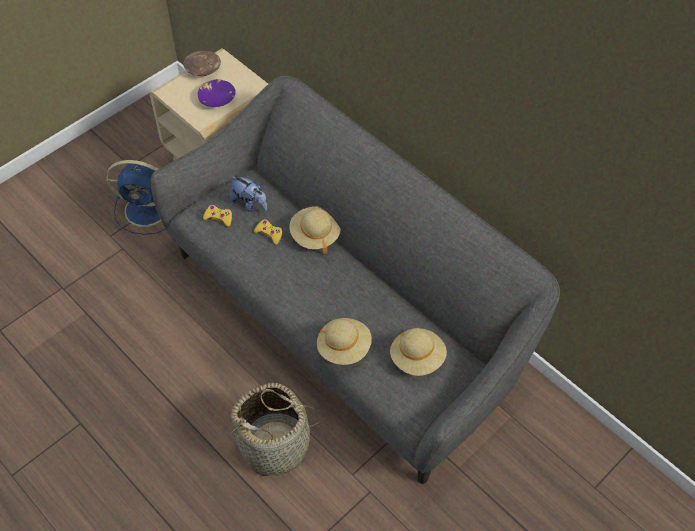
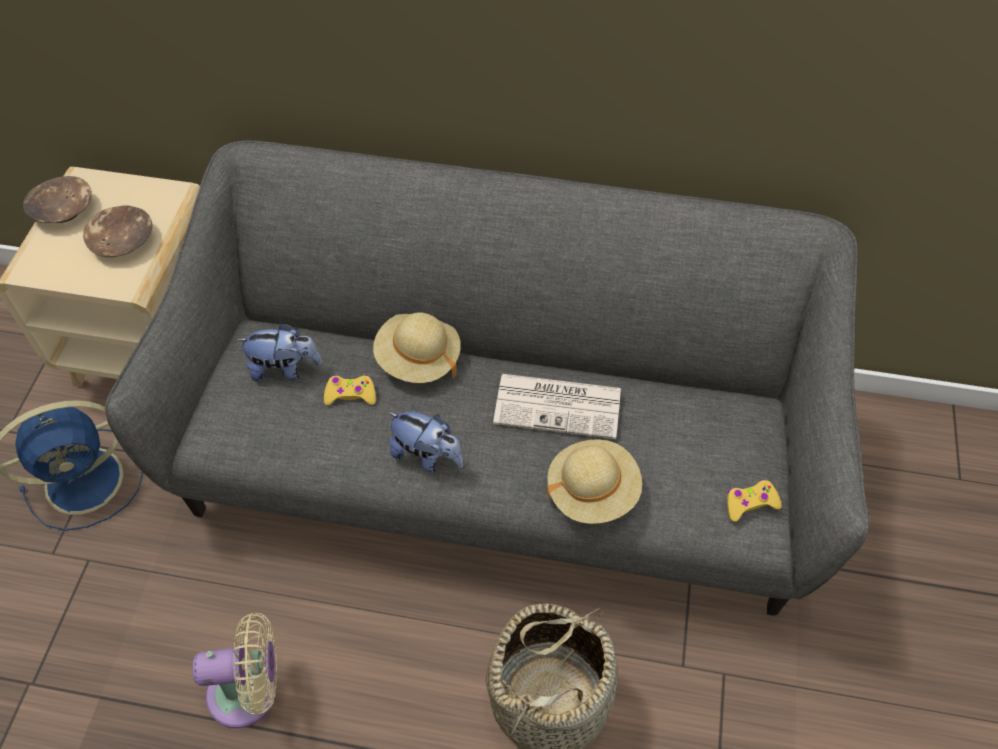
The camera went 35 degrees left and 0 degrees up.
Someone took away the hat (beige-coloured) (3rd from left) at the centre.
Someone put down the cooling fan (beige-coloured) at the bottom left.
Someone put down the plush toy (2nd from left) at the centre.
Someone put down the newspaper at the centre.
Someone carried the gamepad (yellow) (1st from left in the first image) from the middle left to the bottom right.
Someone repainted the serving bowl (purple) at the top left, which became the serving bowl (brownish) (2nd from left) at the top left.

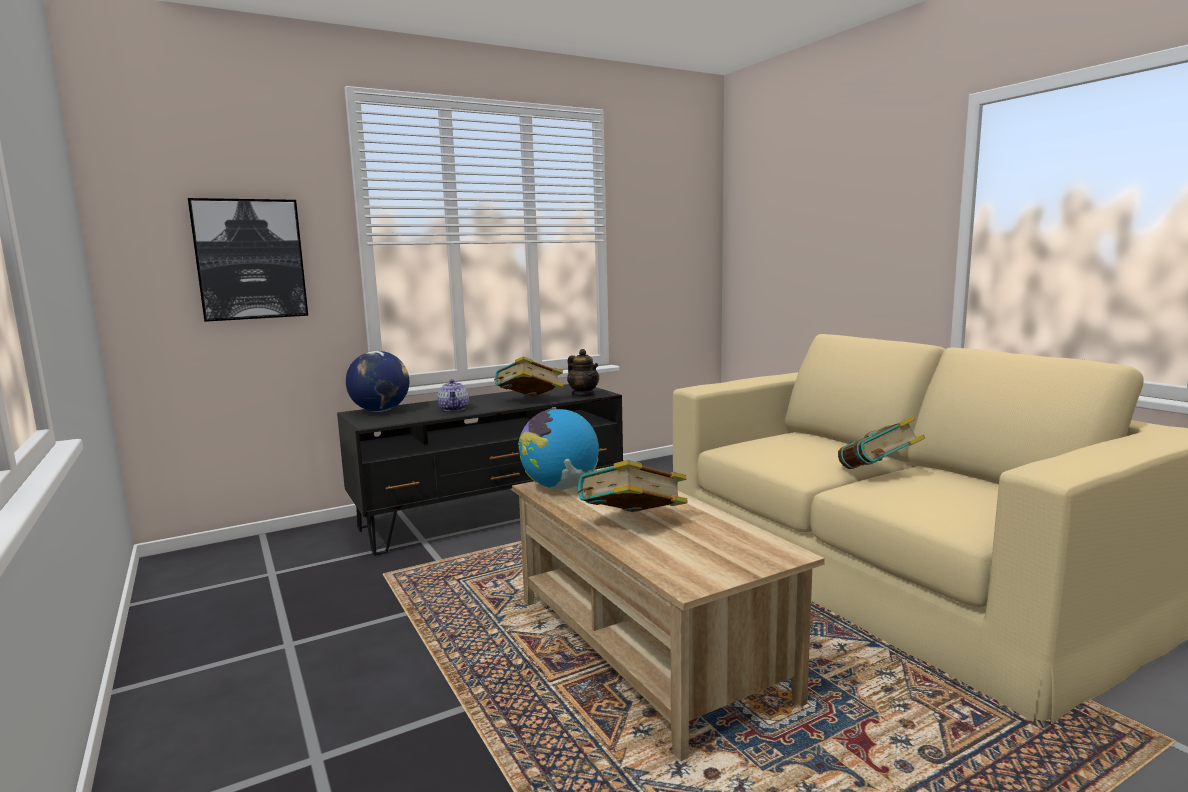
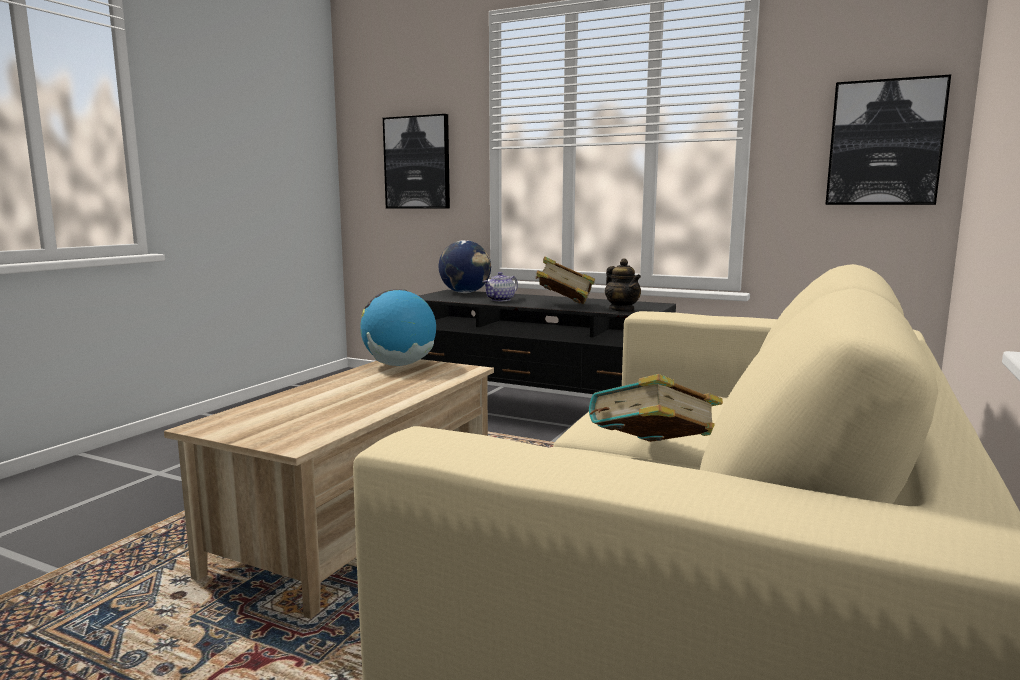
The camera went 55 degrees right and 0 degrees up.
Someone took away the volume (2nd from left) at the centre.
Someone put up the picture (2nd from left) at the top right.
Someone rotated the pot for tea (2nd from left) at the centre by 45 degrees counterclockwise.

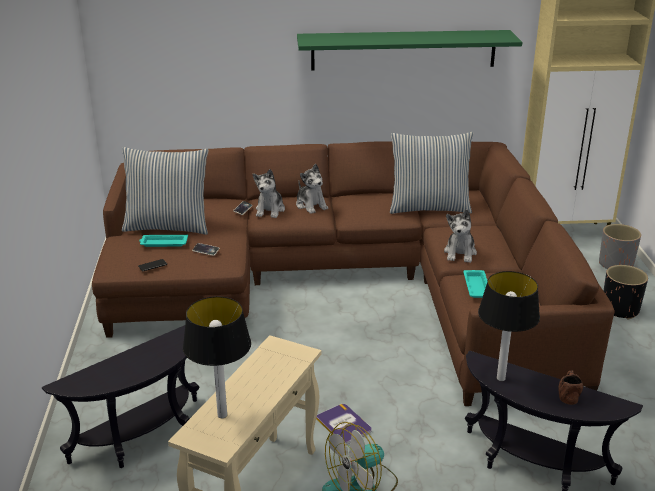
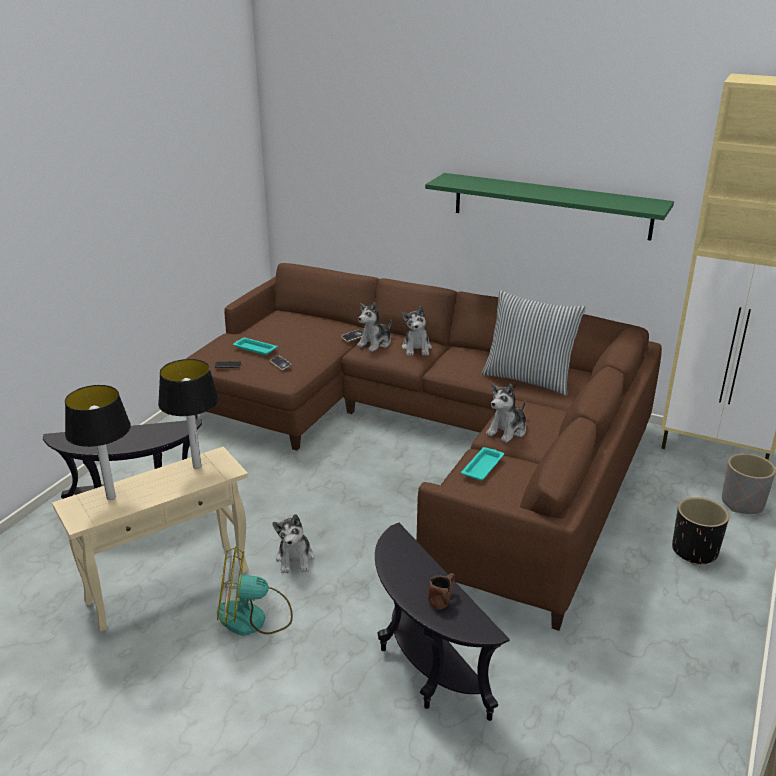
The camera went 30 degrees right and 0 degrees up.
Someone took away the pillow (1st from left) at the middle left.
Someone carried the table lamp (2nd from left) from the middle right to the middle left.
Someone swapped the volume at the bottom centre for the plush toy (1st from left) at the bottom centre.

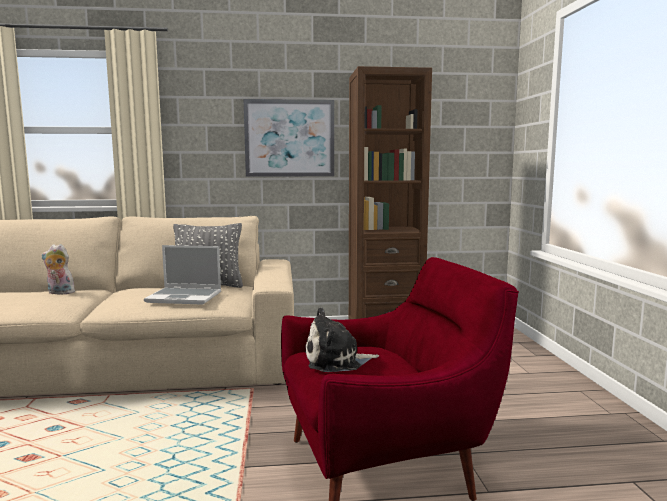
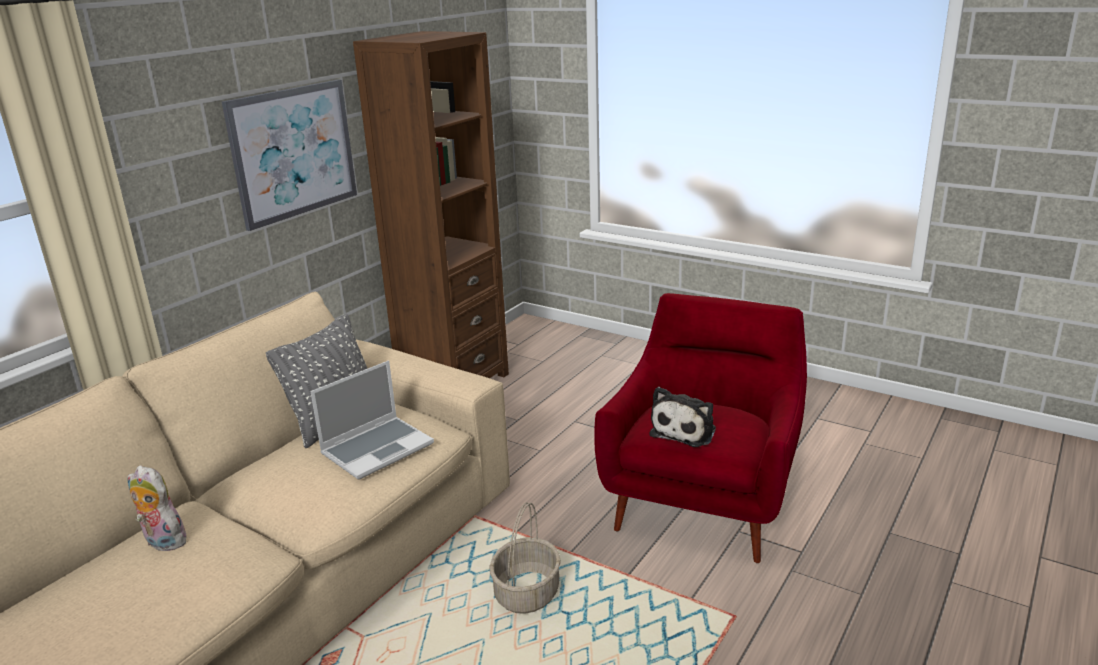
The camera went 50 degrees left and 15 degrees up.
Someone put down the household basket at the bottom centre.
Someone rotated the plush toy (1st from left) at the middle left by 75 degrees clockwise.

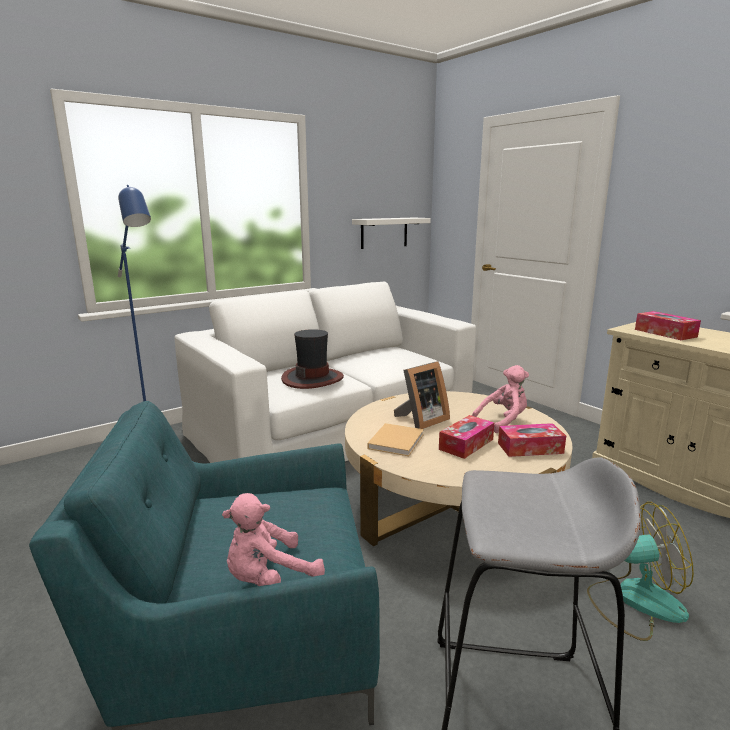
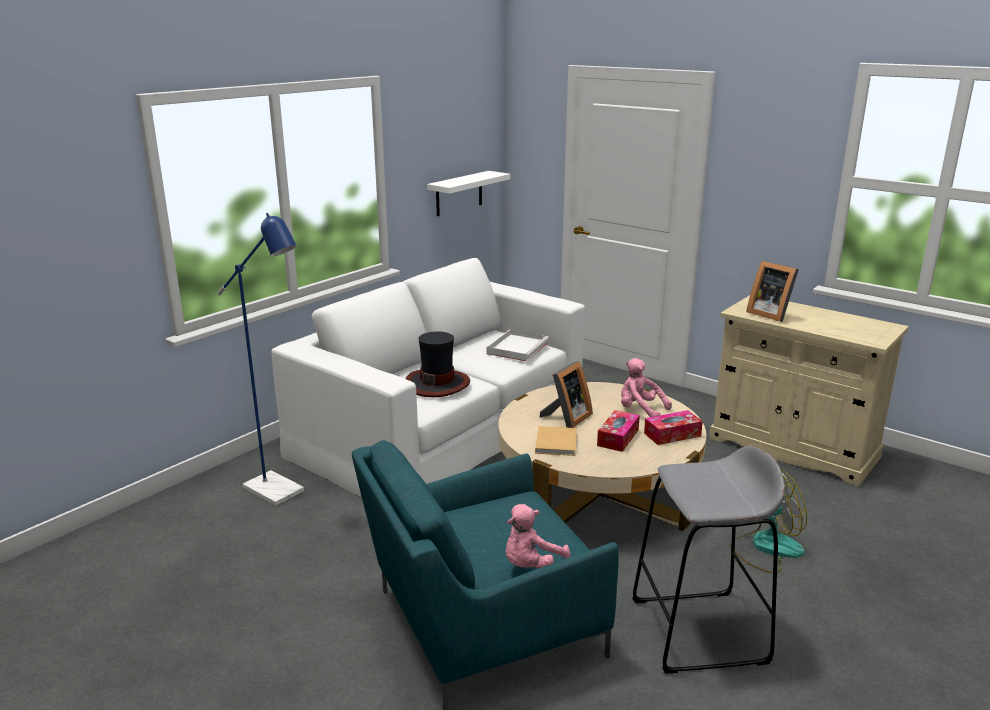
The camera went 15 degrees left and 5 degrees up.
Someone put down the carrying tray (white-coloured) at the centre.
Someone swapped the box of tissues (3rd from left) at the middle right for the standing frame (2nd from left) at the middle right.
Someone rotated the plush toy (pink-coloured) (2nd from left) at the middle right by 105 degrees counterclockwise.

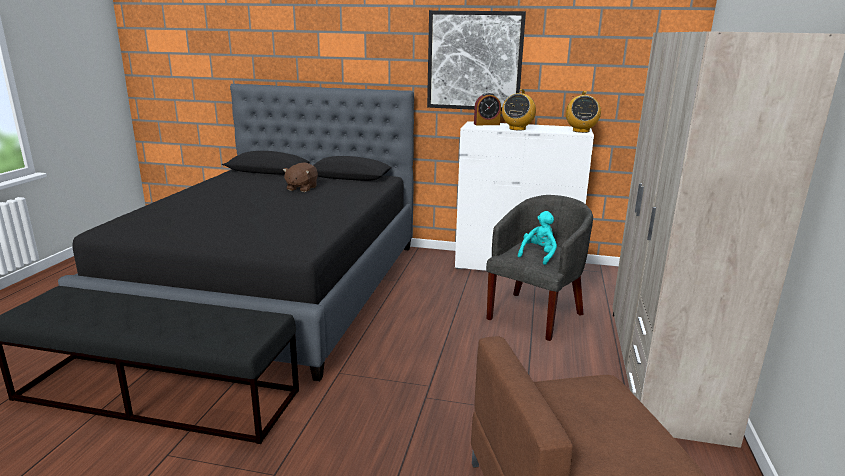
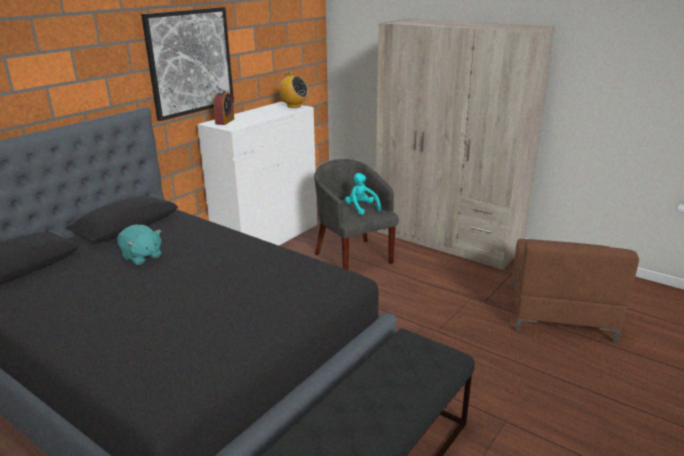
The camera went 65 degrees left and 5 degrees up.
Someone took away the radio receiver (1st from left) at the top centre.
Someone repainted the plush toy (brownish) at the centre, which became the plush toy (turquoise) (1st from left) at the middle left.

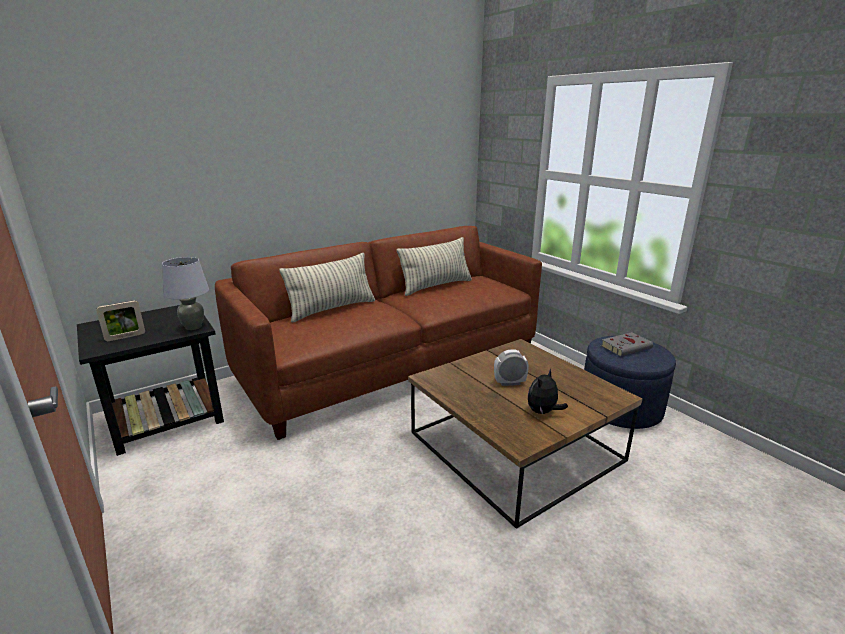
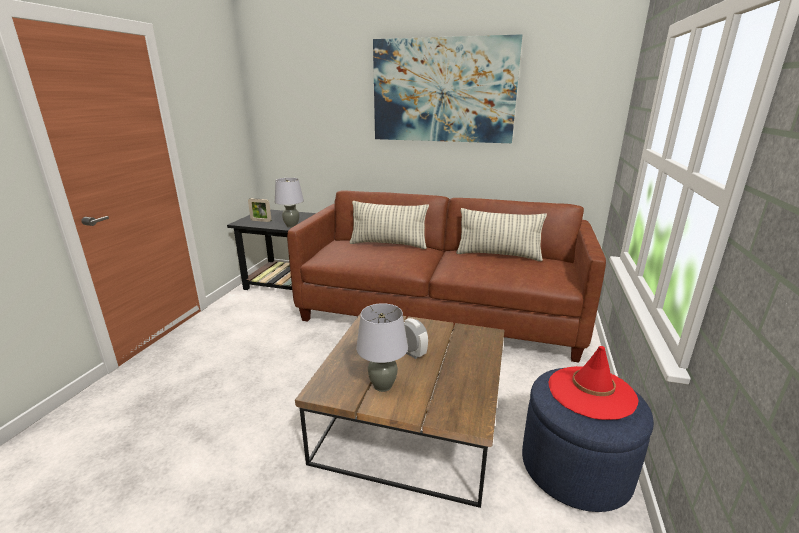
The camera went 50 degrees right and 0 degrees up.
Someone put up the picture at the top centre.
Someone swapped the plush toy at the centre for the table lamp (grey) (2nd from left) at the centre.
Someone swapped the volume (grey) at the middle right for the hat (red) at the bottom right.

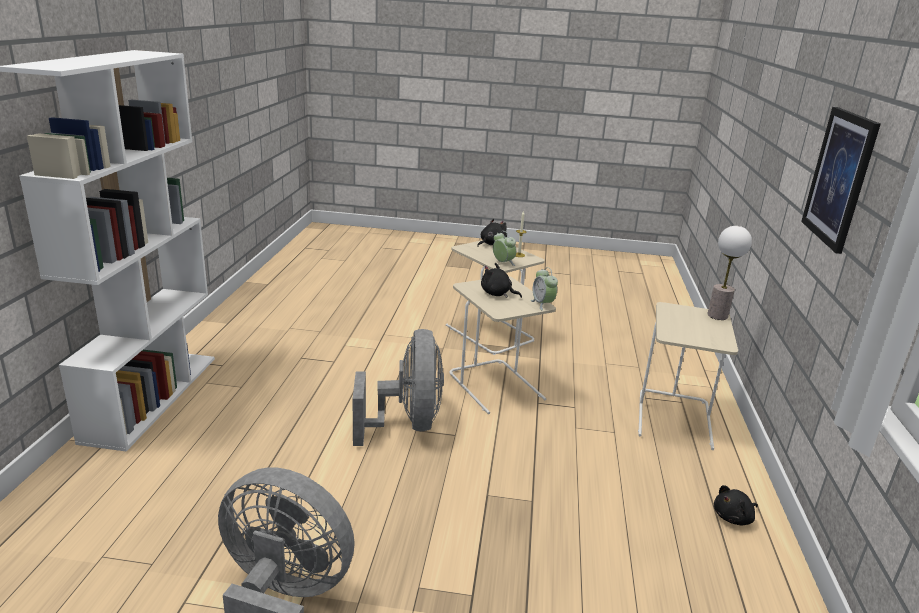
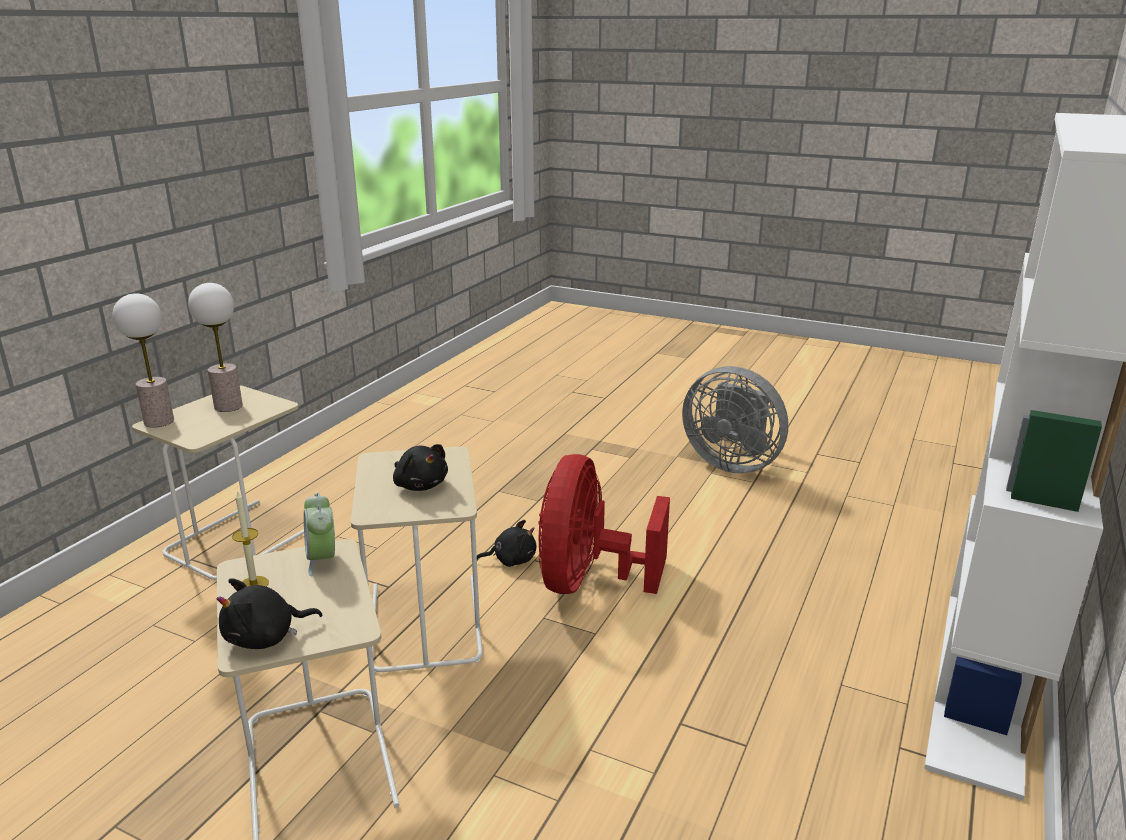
The camera went 160 degrees left and 0 degrees up.
Someone took away the alarm clock (2nd from left) at the centre.
Someone took away the picture at the top right.
Someone put down the table lamp (2nd from left) at the middle left.
Someone carried the plush toy (blackish) (3rd from left) from the bottom right to the centre.
Someone repainted the cooling fan (grey) (2nd from left) at the centre, which became the cooling fan (red) at the centre.

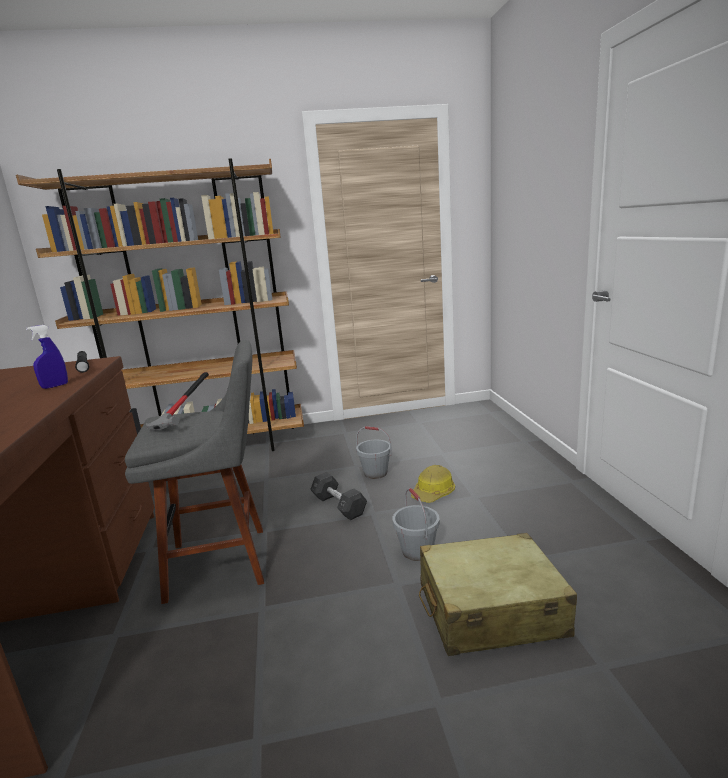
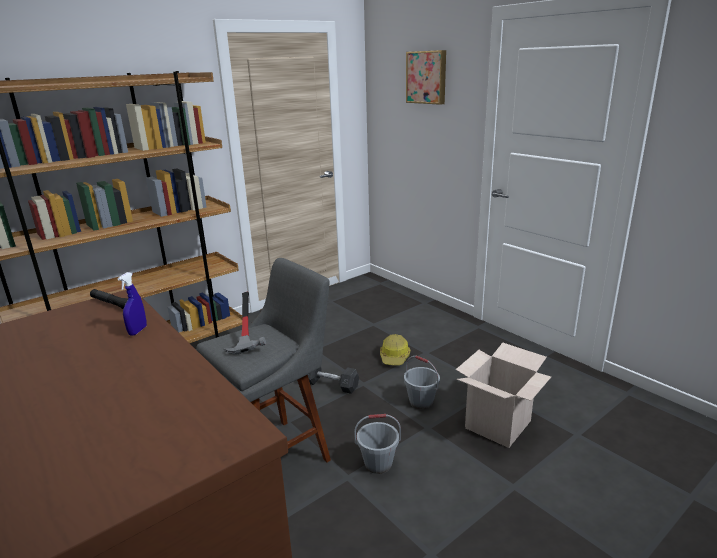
The camera went 30 degrees left and 5 degrees up.
Someone put up the picture at the top centre.
Someone carried the bucket (grey) (1st from left) from the centre to the bottom centre.
Someone swapped the travel case (beige-coloured) at the bottom right for the cardboard box at the bottom right.

